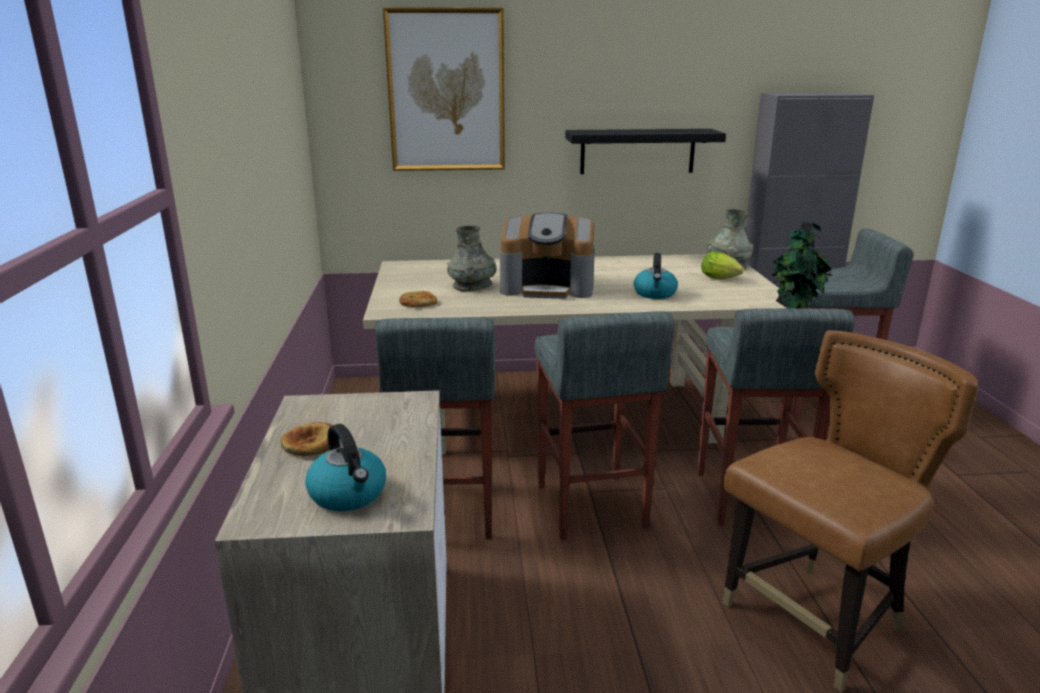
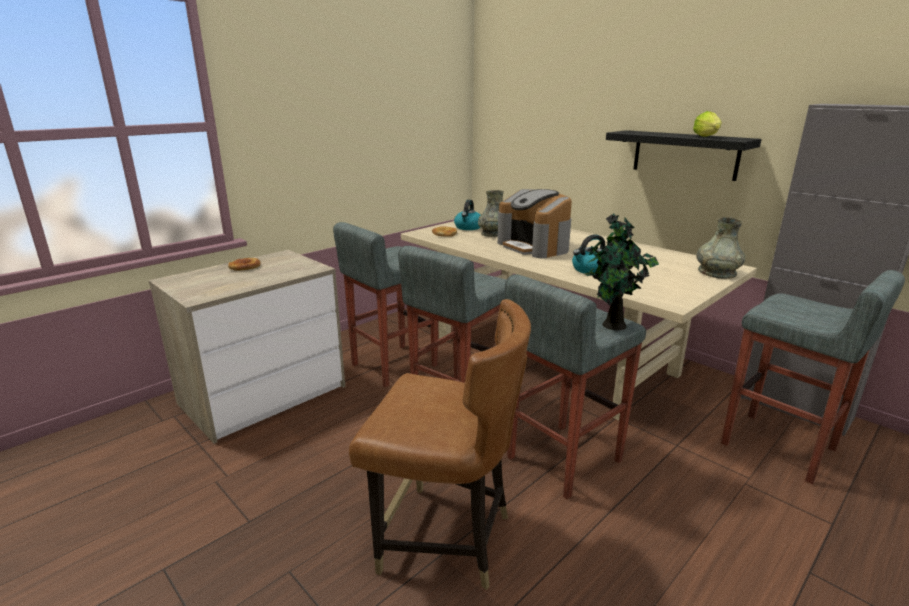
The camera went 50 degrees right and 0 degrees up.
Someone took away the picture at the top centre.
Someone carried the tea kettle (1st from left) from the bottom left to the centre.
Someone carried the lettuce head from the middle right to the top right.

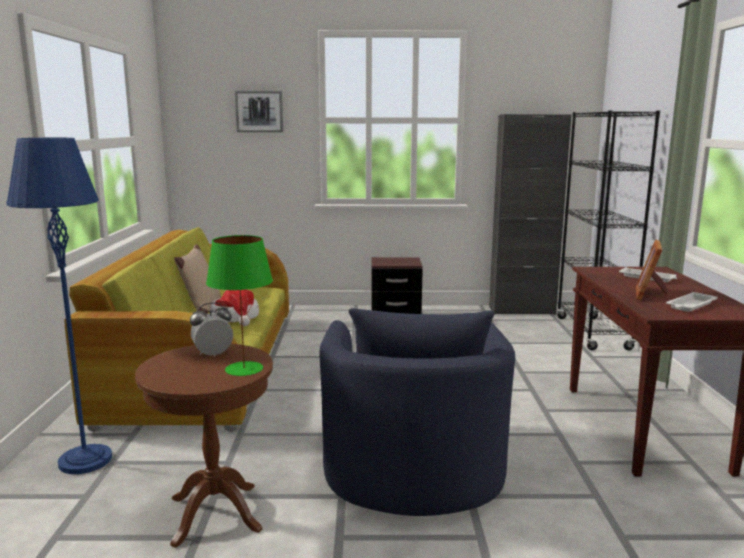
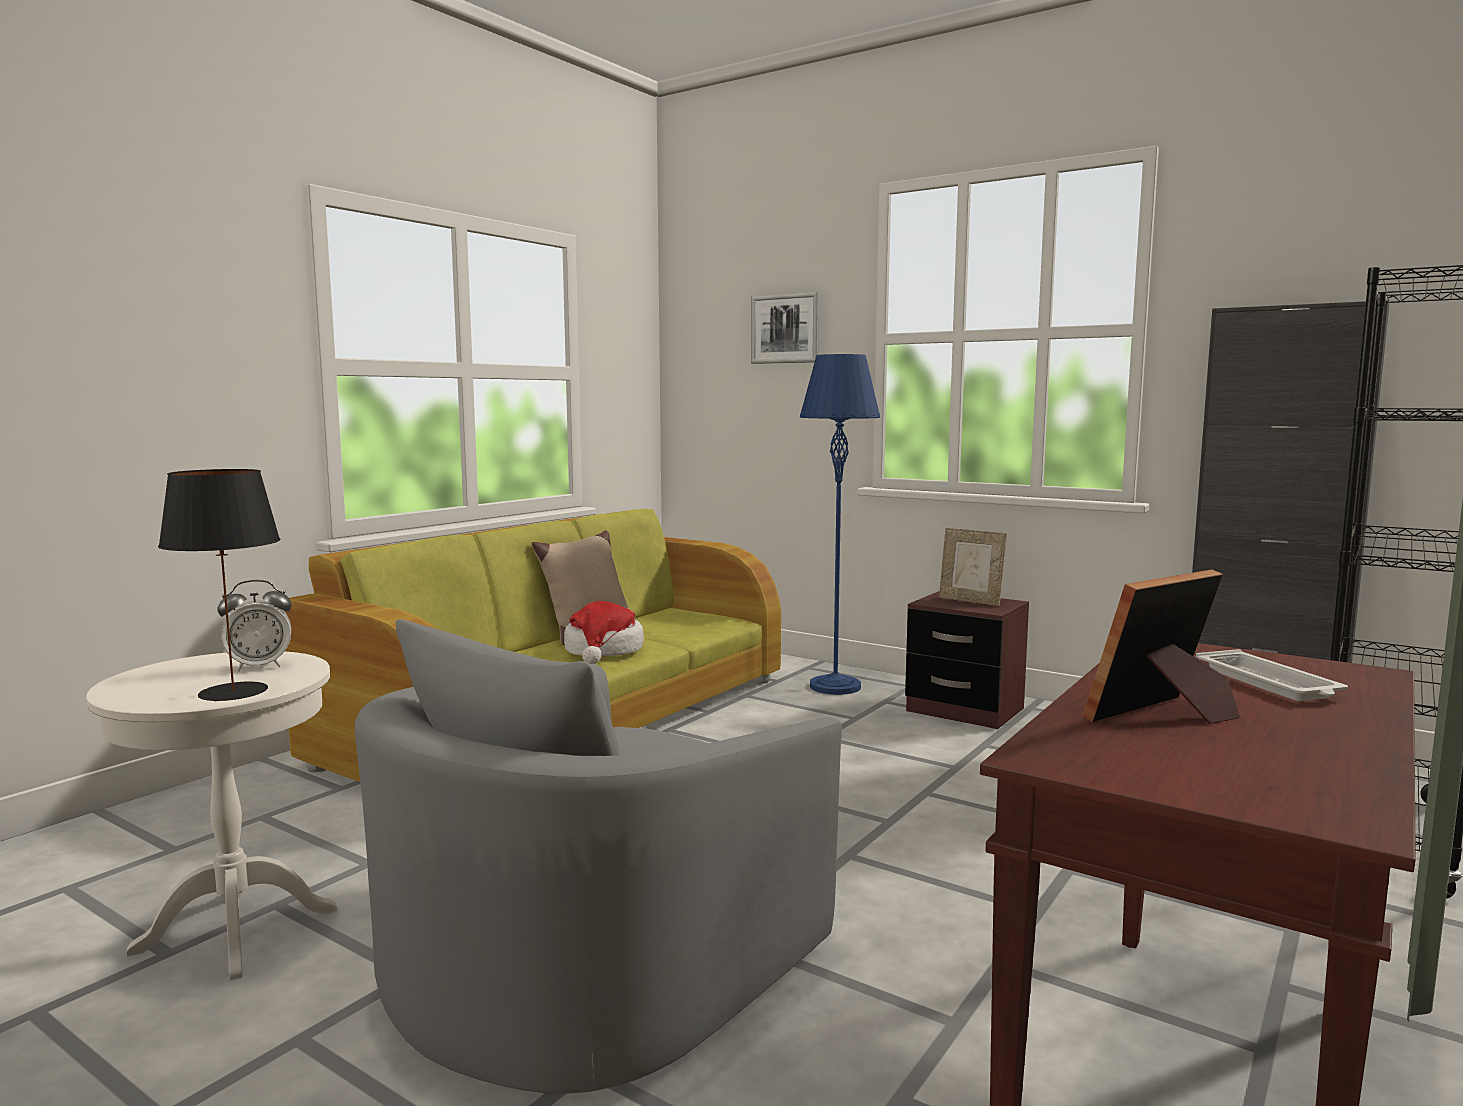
The camera went 35 degrees right and 5 degrees down.
Someone took away the carrying tray (white-coloured) (2nd from left) at the middle right.
Someone put down the standing frame (1st from left) at the centre.
Someone carried the floor lamp (blue) from the middle left to the centre.
Someone repainted the side table (brownish) at the bottom left, which became the side table (white-coloured) at the bottom left.
Someone repainted the table lamp (green-coloured) at the middle left, which became the table lamp (blackish) at the middle left.
Someone repainted the armchair (blue) at the bottom centre, which became the armchair (grey) at the bottom centre.
Someone rotated the alarm clock at the middle left by 150 degrees clockwise.

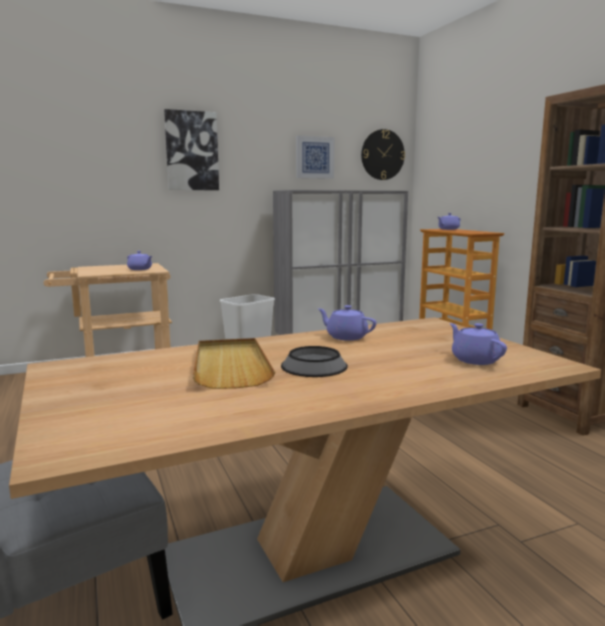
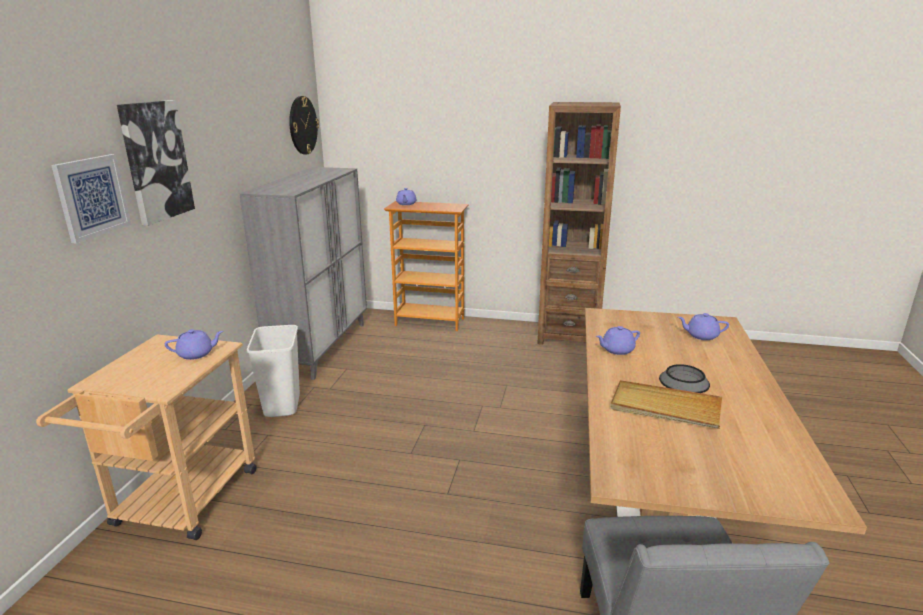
The camera went 55 degrees left and 10 degrees up.
Someone carried the picture (2nd from left in the first image) from the top centre to the top left.

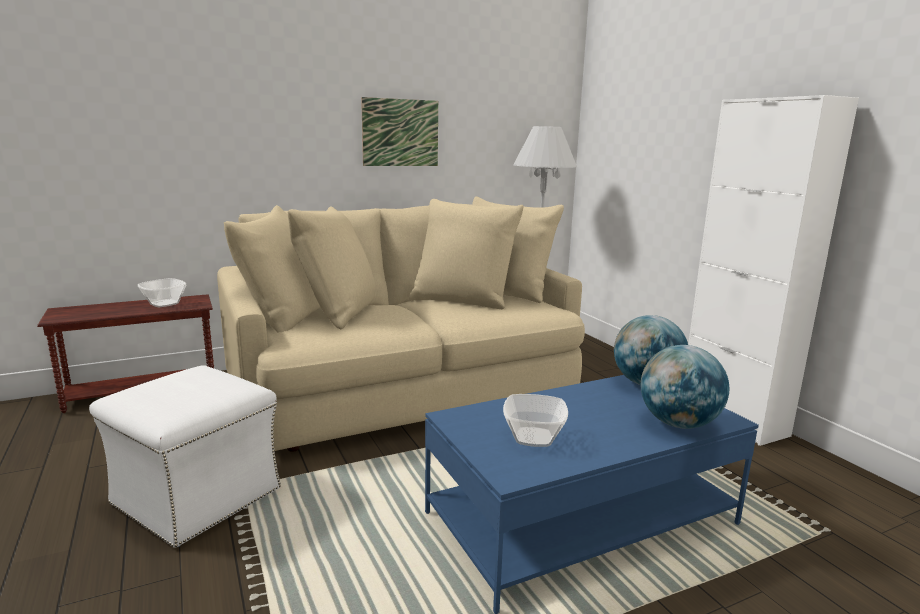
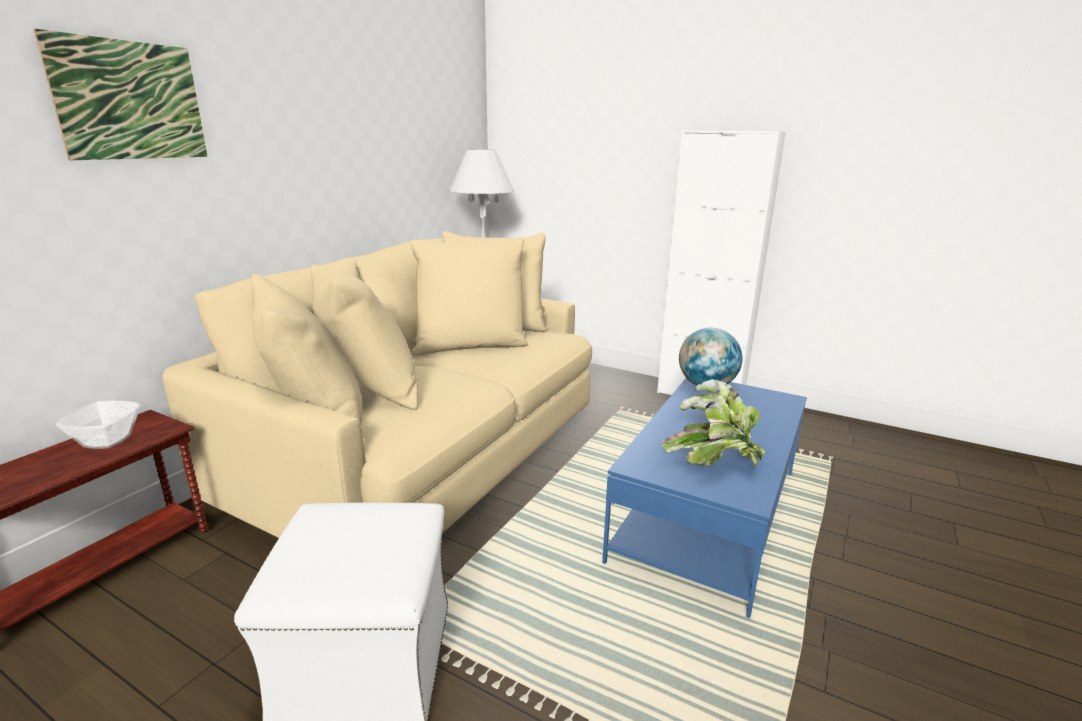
The camera went 35 degrees left and 5 degrees up.
Someone took away the desk globe (2nd from left) at the middle right.
Someone carried the picture from the top centre to the top left.
Someone swapped the serving bowl (2nd from left) at the bottom centre for the potted plant at the centre.

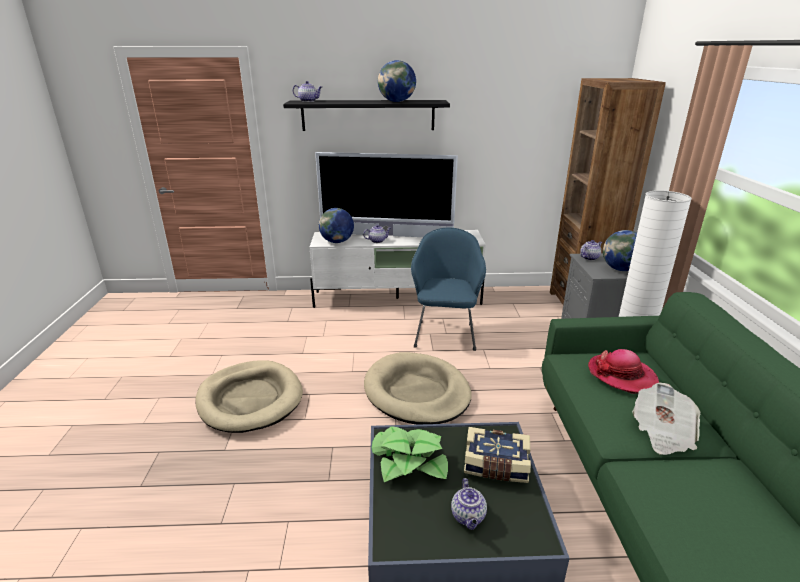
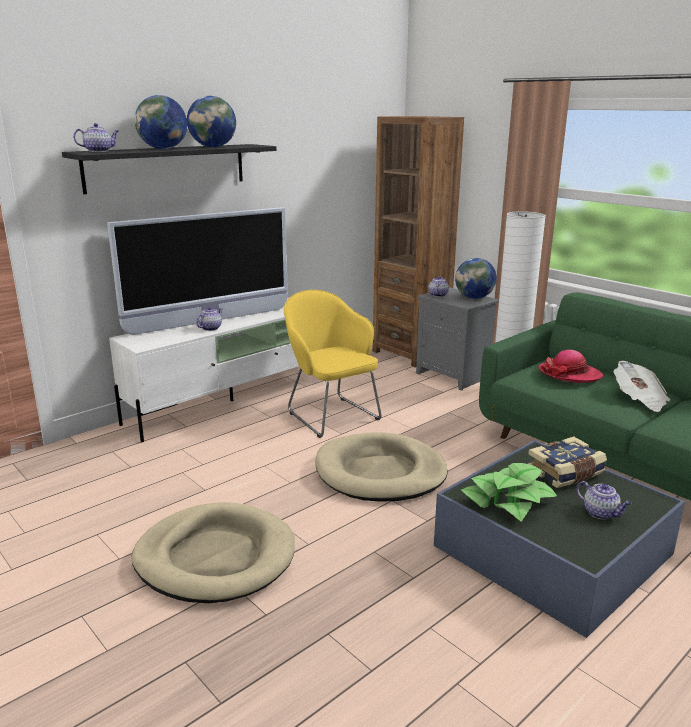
The camera went 40 degrees left and 5 degrees down.
Someone carried the desk globe (1st from left) from the centre to the top left.
Someone repainted the armchair (blue) at the centre, which became the armchair (yellow) at the centre.

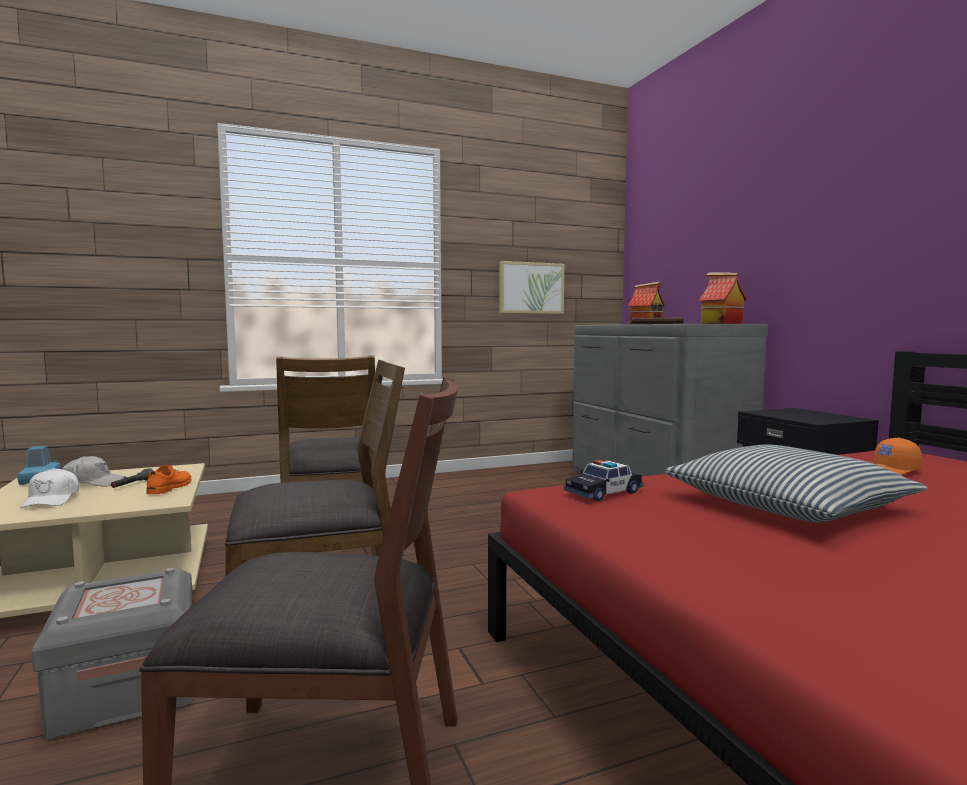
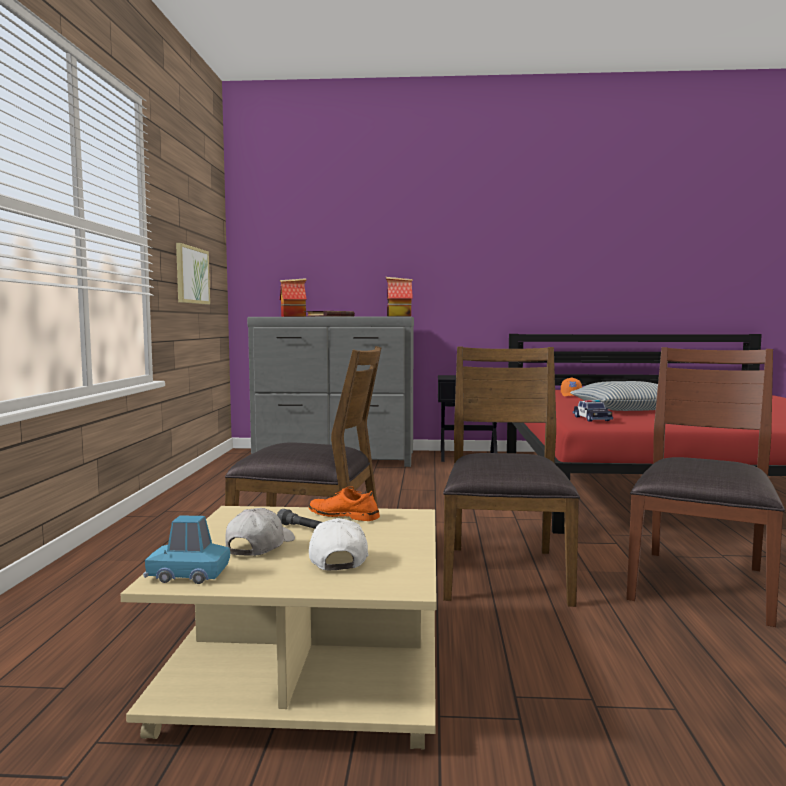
The camera went 65 degrees left and 0 degrees up.
Someone took away the storage bin (grey) at the bottom left.
Someone rotated the peaked cap (white-coloured) (1st from left in the first image) at the middle left by 105 degrees counterclockwise.

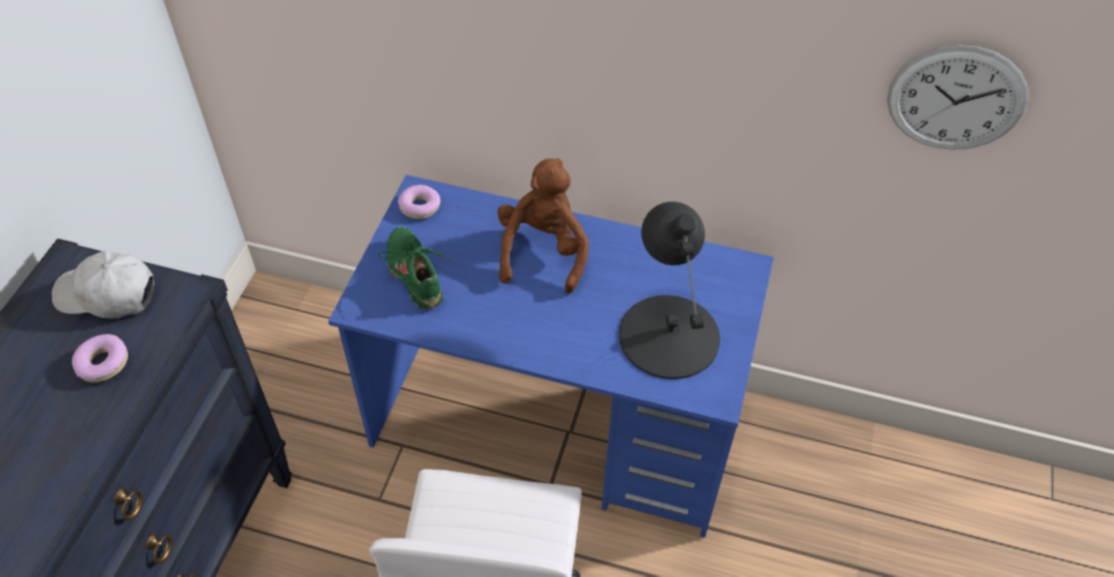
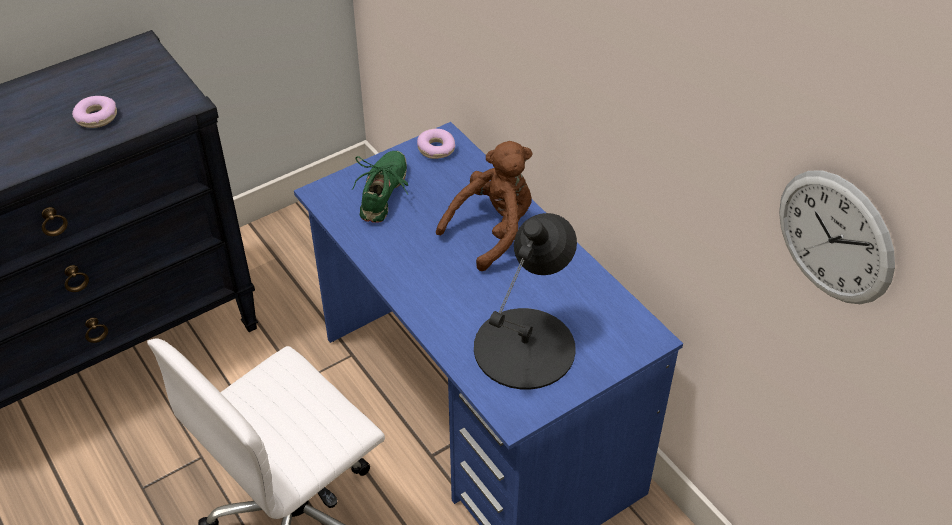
The camera went 40 degrees right and 5 degrees down.
Someone took away the peaked cap (white-coloured) at the middle left.

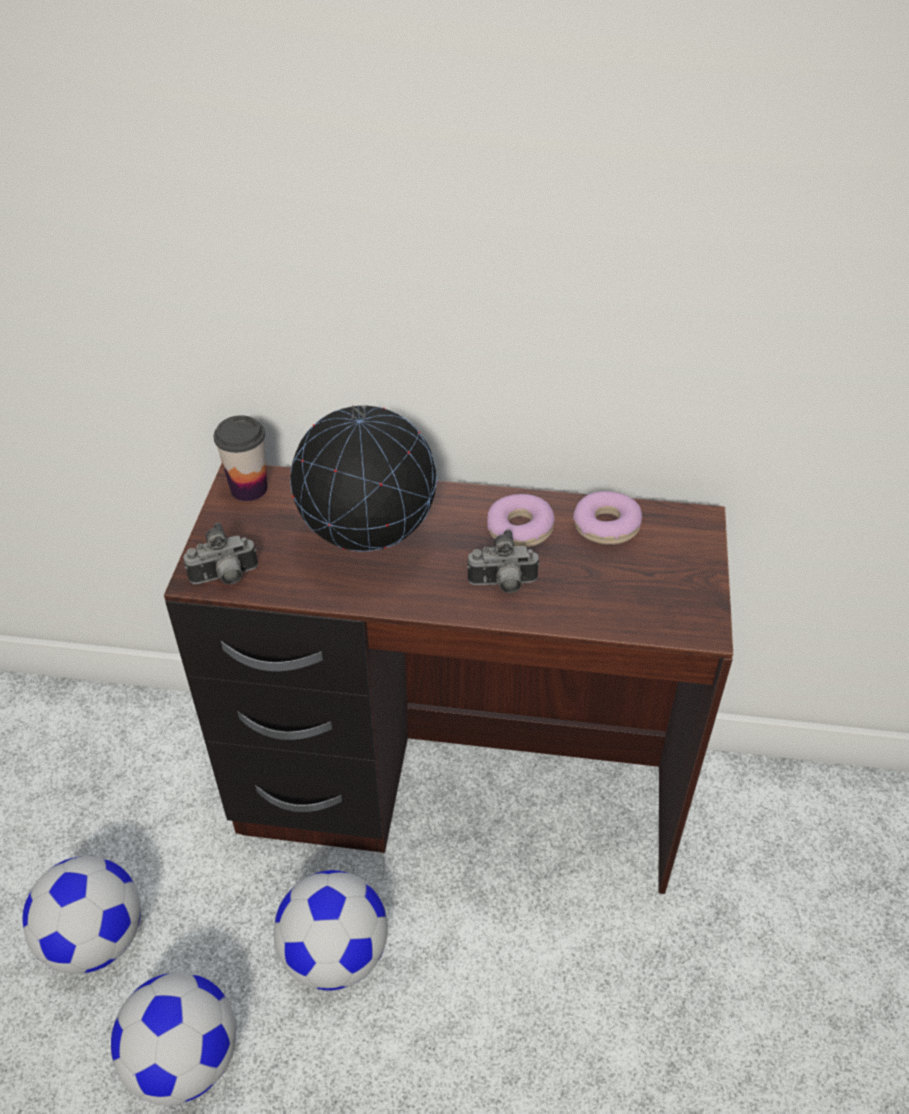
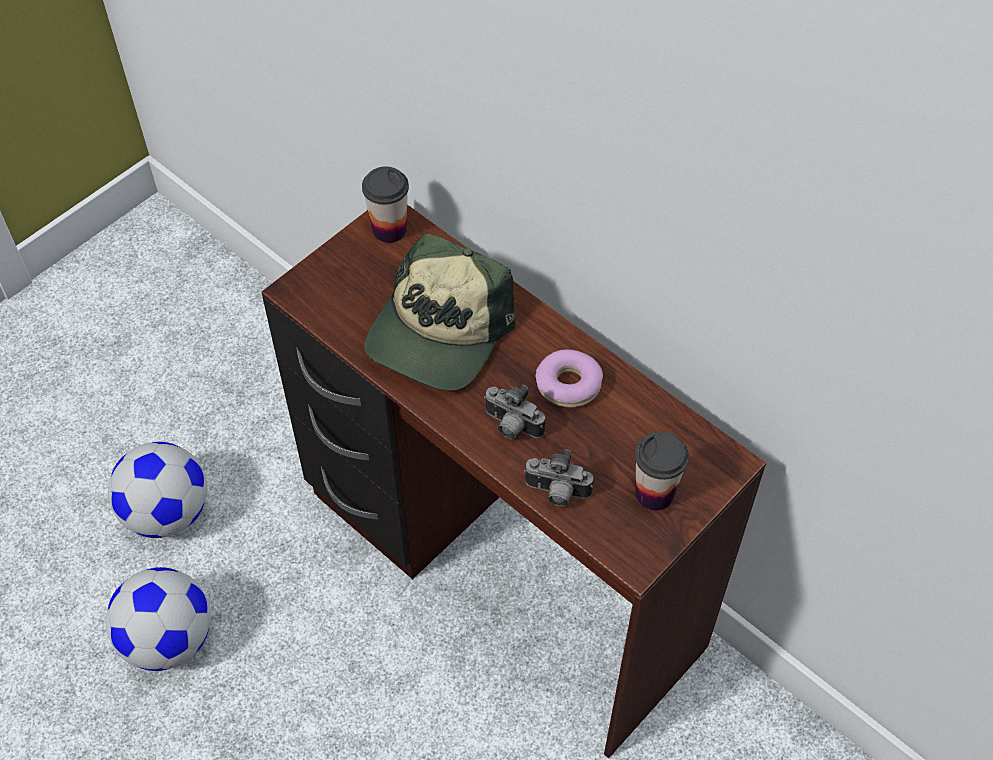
The camera went 35 degrees right and 10 degrees up.
Someone took away the football ball (3rd from left) at the bottom centre.
Someone took away the ring doughnut (2nd from left) at the middle right.
Someone put down the drinking cup (2nd from left) at the middle right.
Someone carried the still camera (1st from left in the first image) from the middle left to the centre.
Someone swapped the desk globe at the centre for the peaked cap at the centre.

